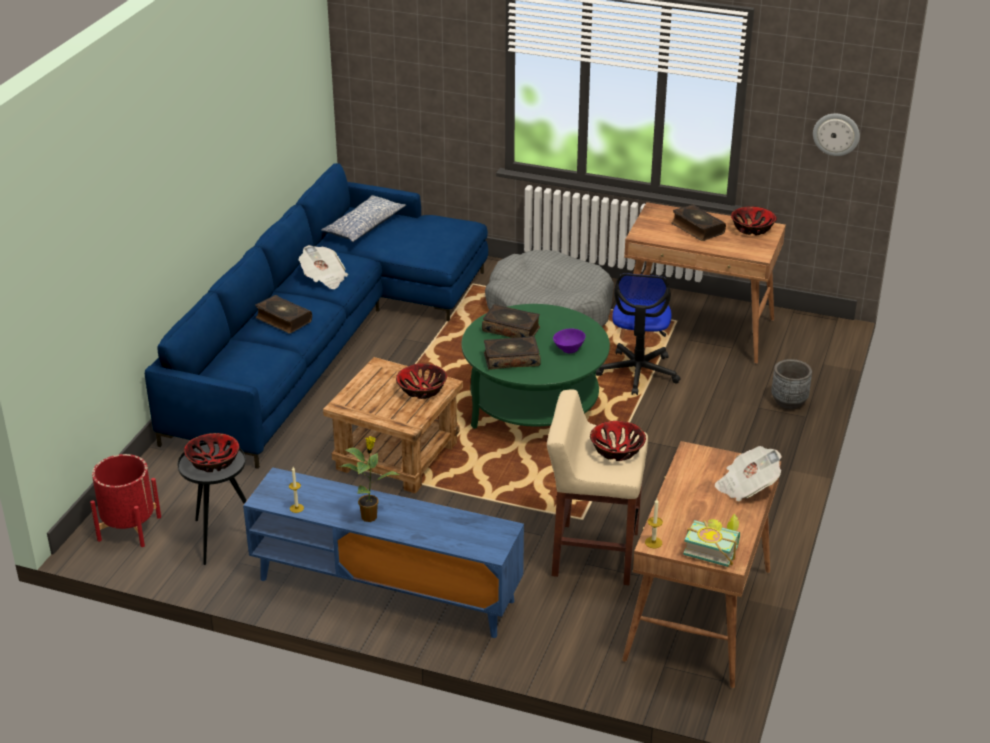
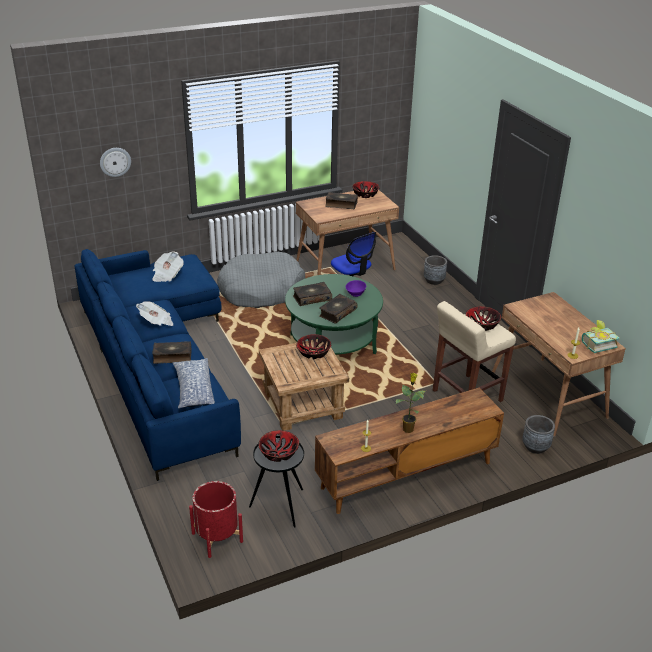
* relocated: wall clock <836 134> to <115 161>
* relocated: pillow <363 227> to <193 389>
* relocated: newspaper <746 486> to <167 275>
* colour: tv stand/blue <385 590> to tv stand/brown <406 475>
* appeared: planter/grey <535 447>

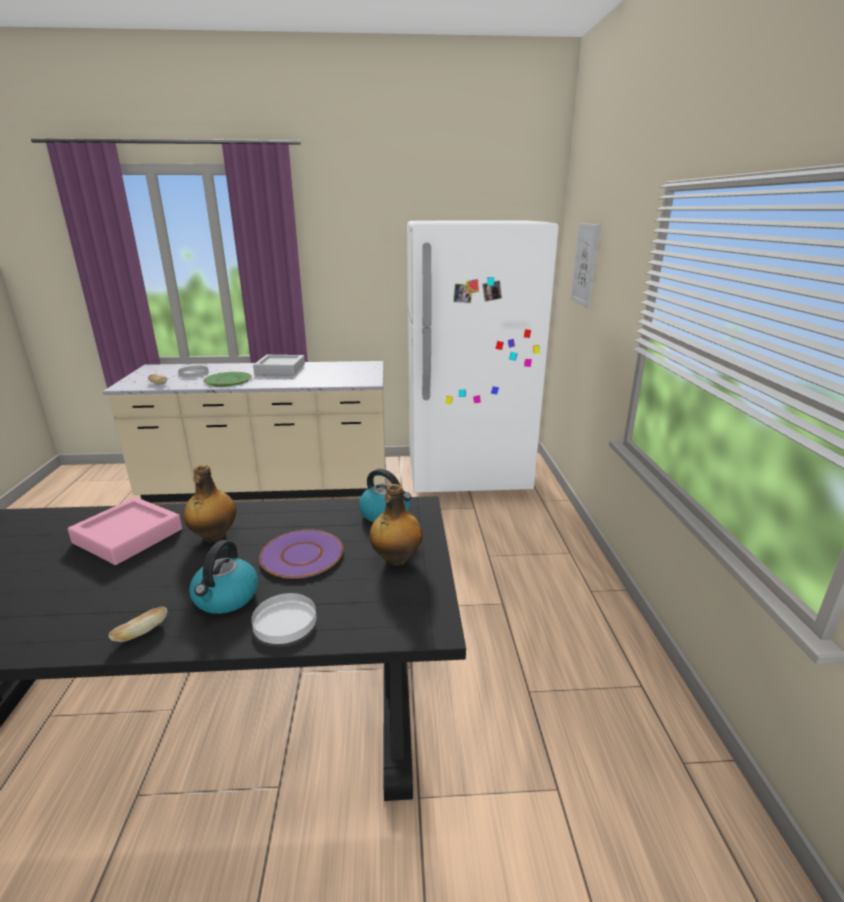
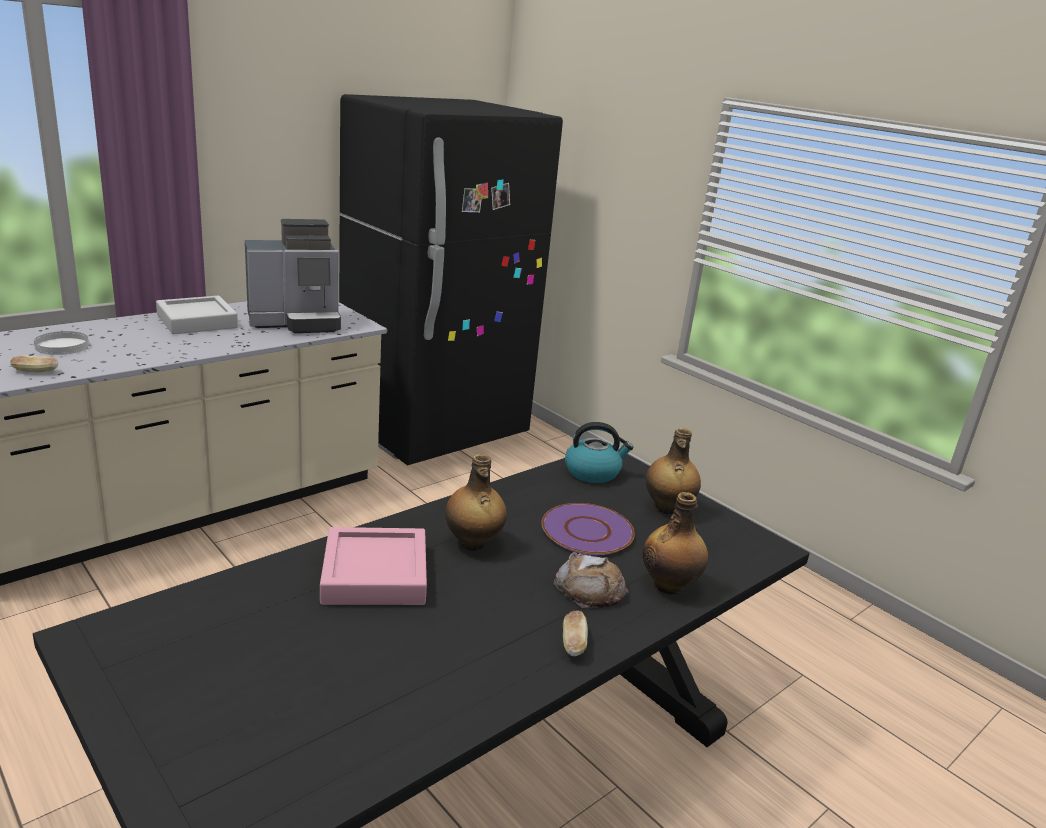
* colour: fridge/white <467 474> to fridge/black <434 430>
* missing: picture <585 264>
* missing: plate/green <228 380>
* exchanged: kettle <226 598> to bread <590 588>
* exchanged: plate/white <285 621> to bottle <669 585>
* appeared: coffee machine <296 322>

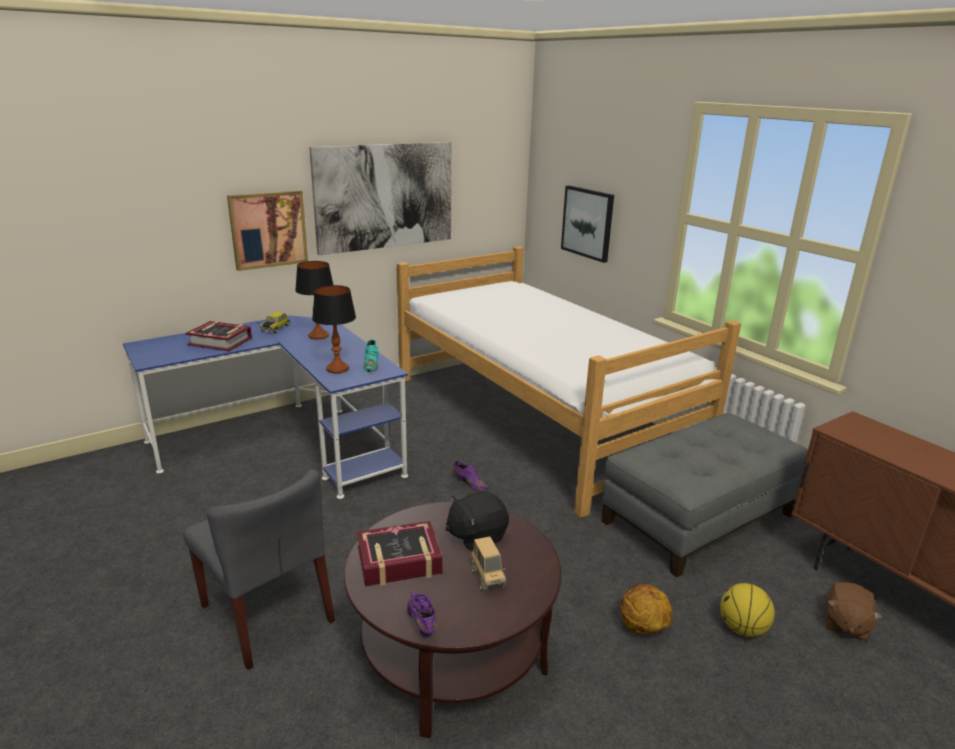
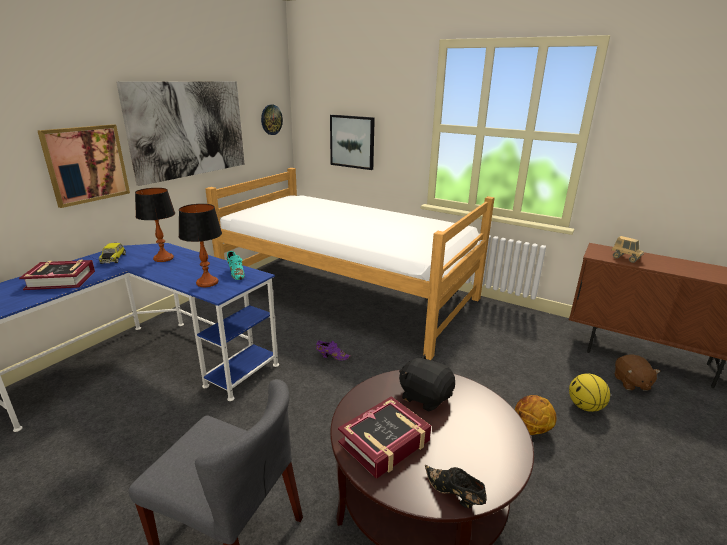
* missing: ottoman/grey <697 517>
* spun: plush toy/black <476 535> = <425 396> 90 degrees clockwise
* relocated: toy truck <487 579> to <625 258>
* colour: shoe/purple <421 623> to shoe/black <454 495>
* appeared: wall clock <271 119>

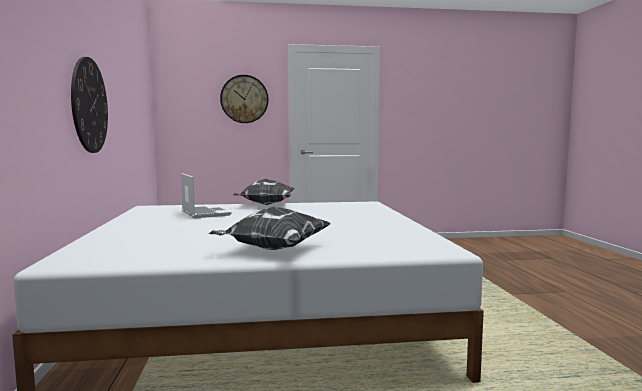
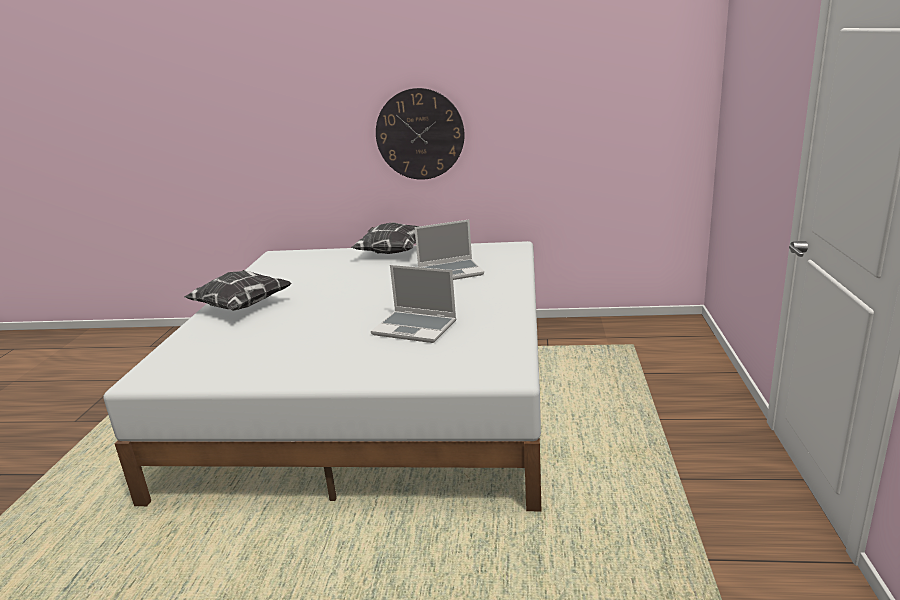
* missing: wall clock <244 99>
* relocated: pillow <265 205> to <392 252>
* appeared: laptop <416 328>

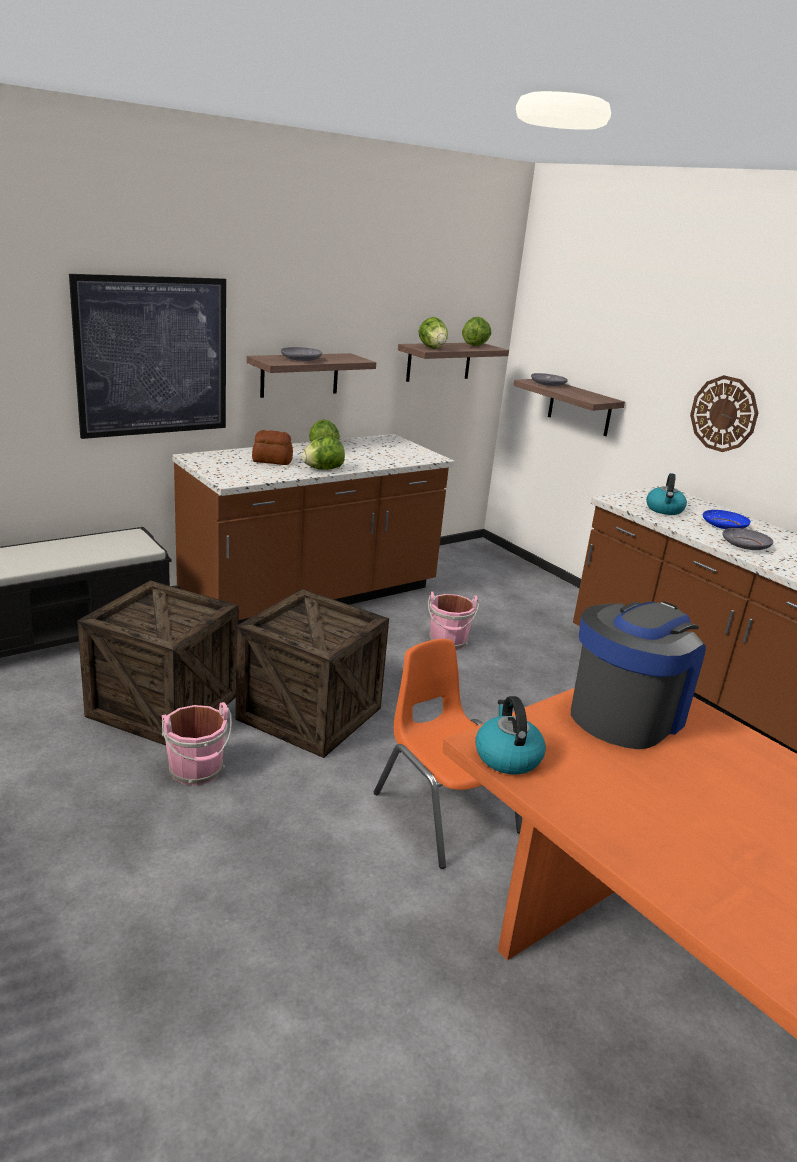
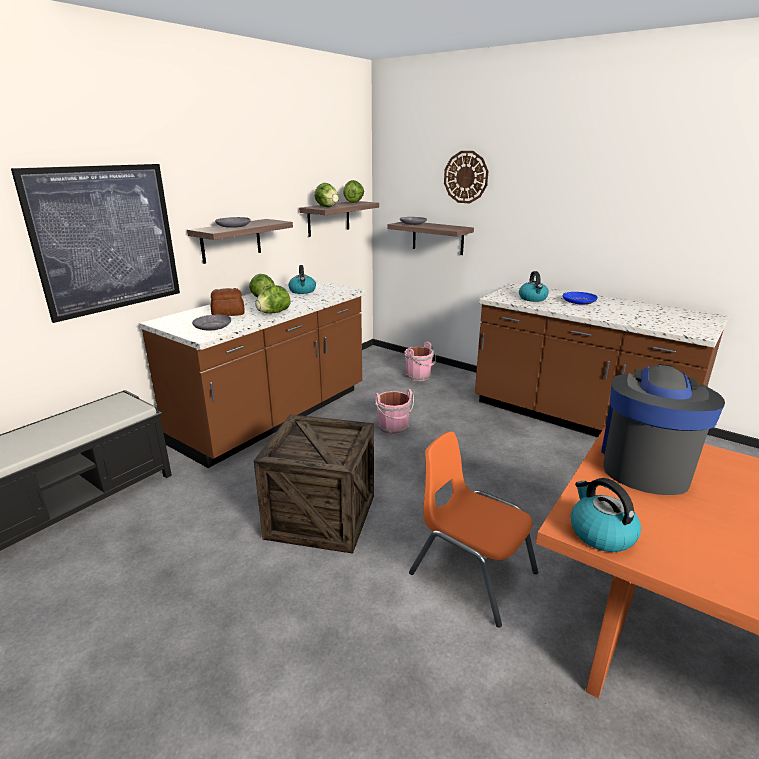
* relocated: wall clock <724 414> to <466 177>
* relocated: plate/grey <745 545> to <212 327>
* missing: crate <163 706>
* relocated: bucket/pink <197 770> to <419 376>
* appeared: kettle <302 291>

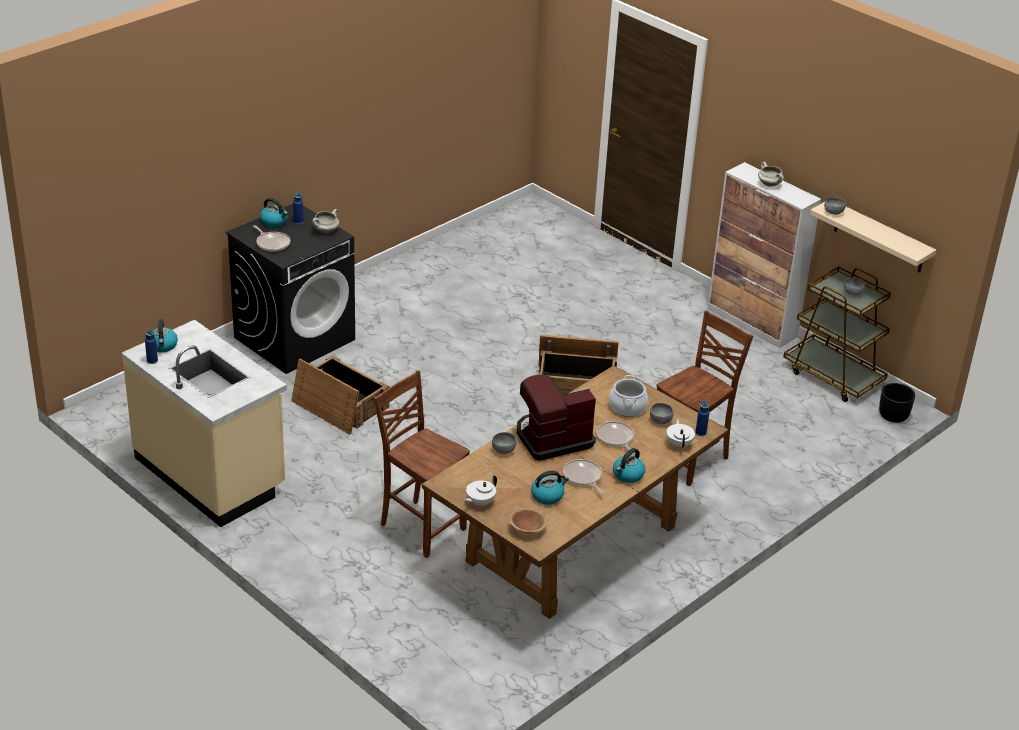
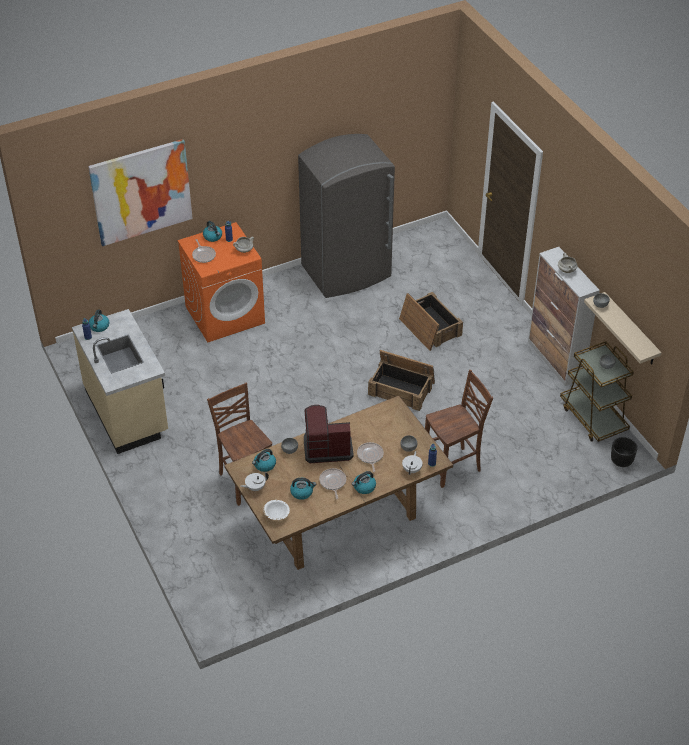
* colour: washing machine/black <295 338> to washing machine/orange <225 314>
* relocated: crate <339 405> to <429 327>
* missing: cooking pot <627 407>
* colour: bowl/brown <527 528> to bowl/white <276 514>
* appeared: fridge/grey <347 272>
* appeared: picture <141 192>
* appeared: kettle <264 465>

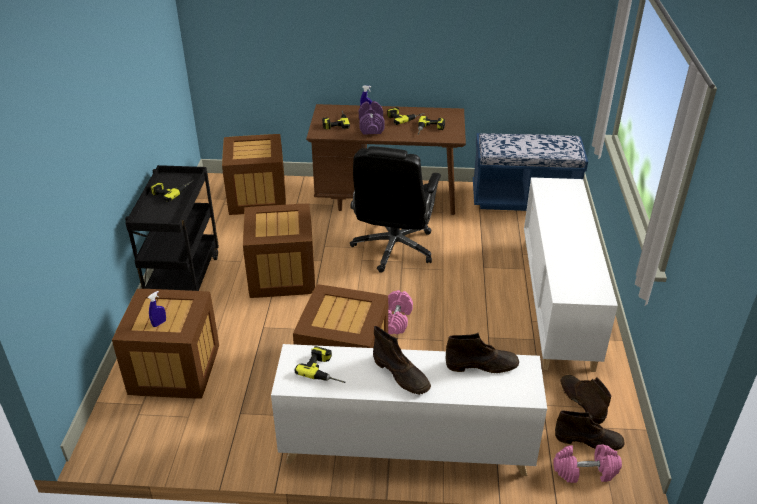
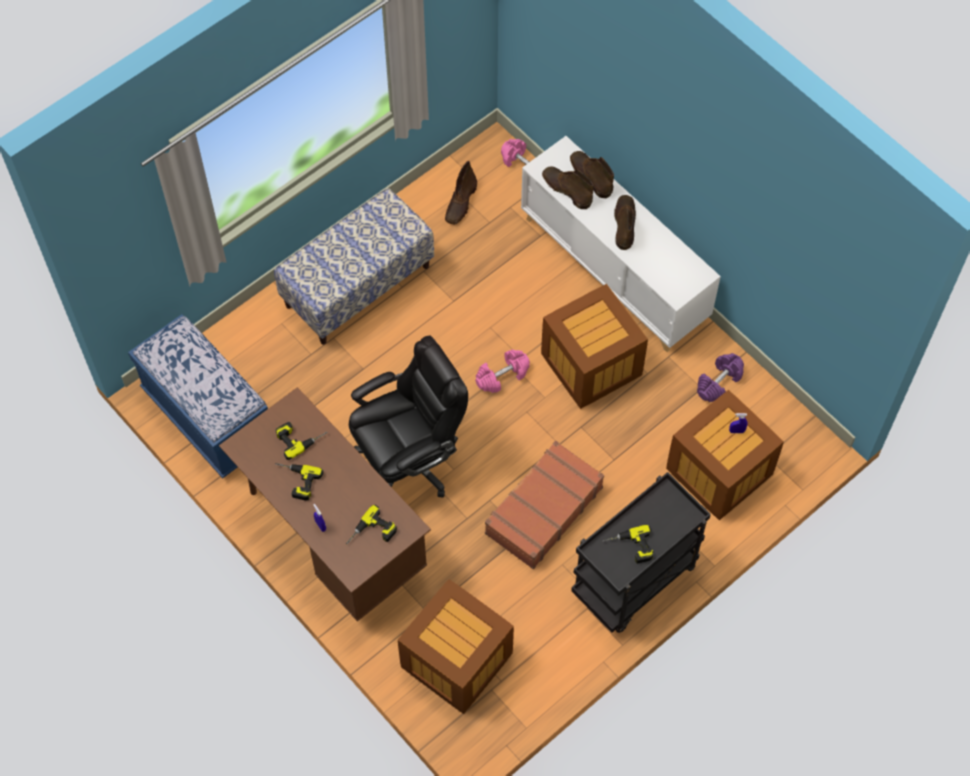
* relocated: dumbbell/purple <371 127> to <719 382>
* exchanged: cabinet/white <557 302> to bench <357 285>
* exchanged: crate <282 275> to suitcase/brown <543 510>
* missing: power drill <326 369>
* relocated: boot/brown <589 440> to <590 176>

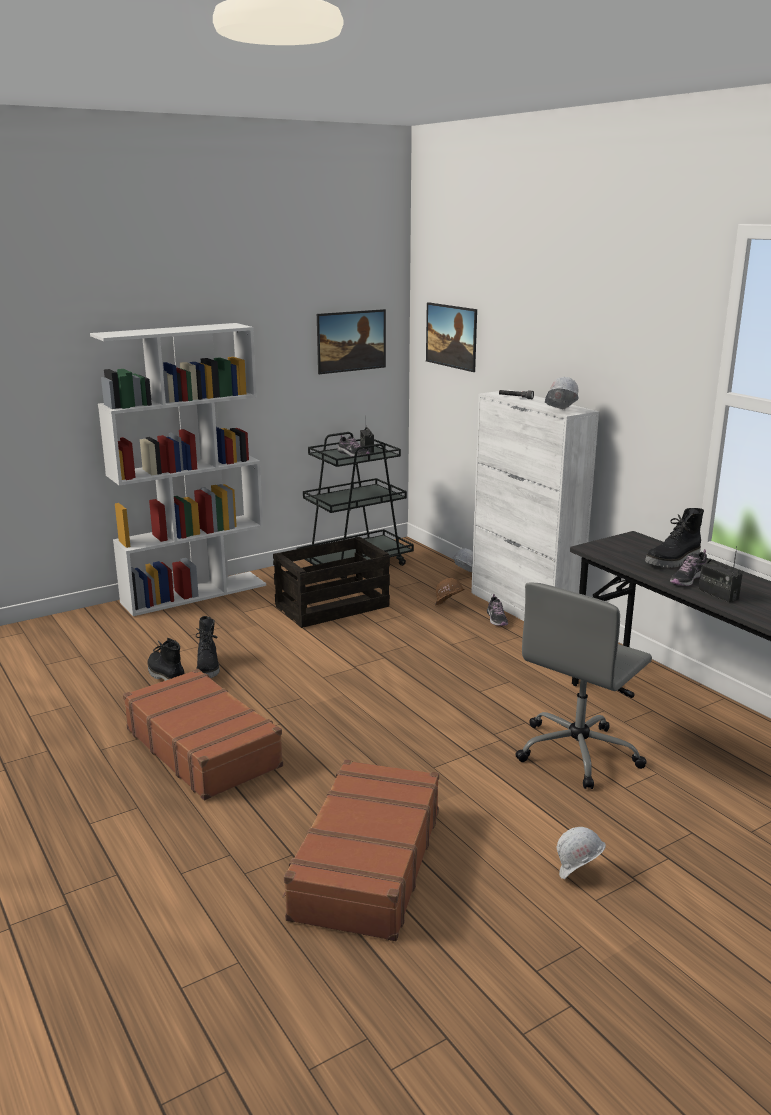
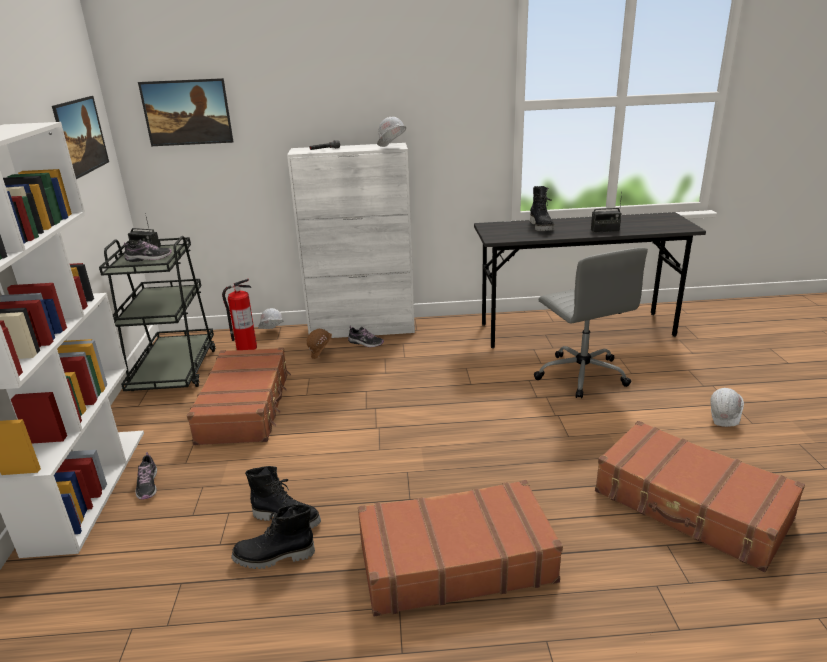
* exchanged: crate <333 606> to suitcase/brown <246 407>
* relocated: shoe <688 579> to <148 485>
* appeared: fire extinguisher <246 348>

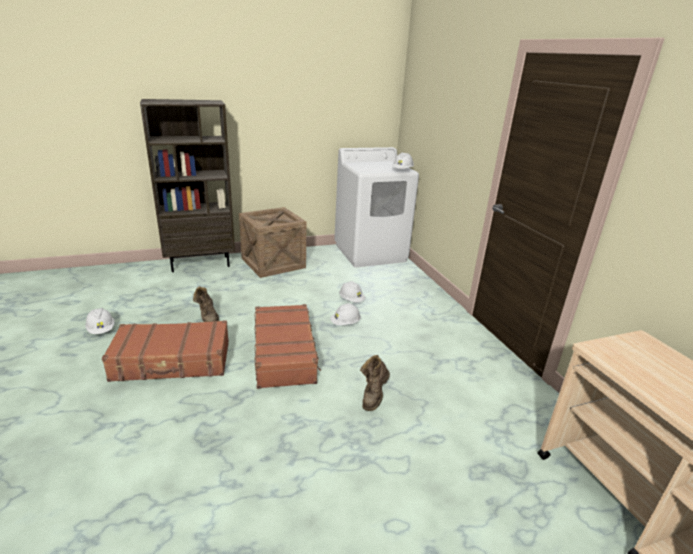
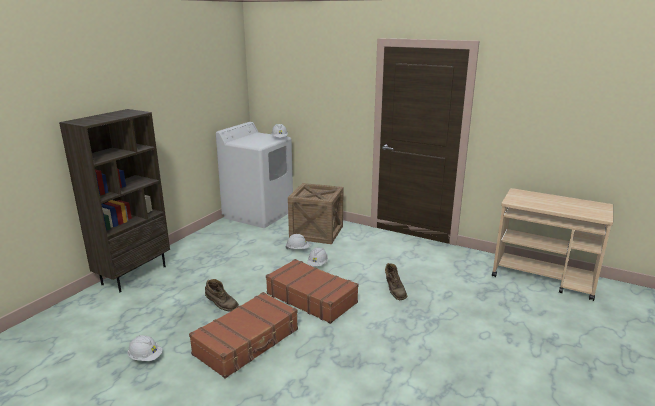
* relocated: crate <273 263> to <316 232>

